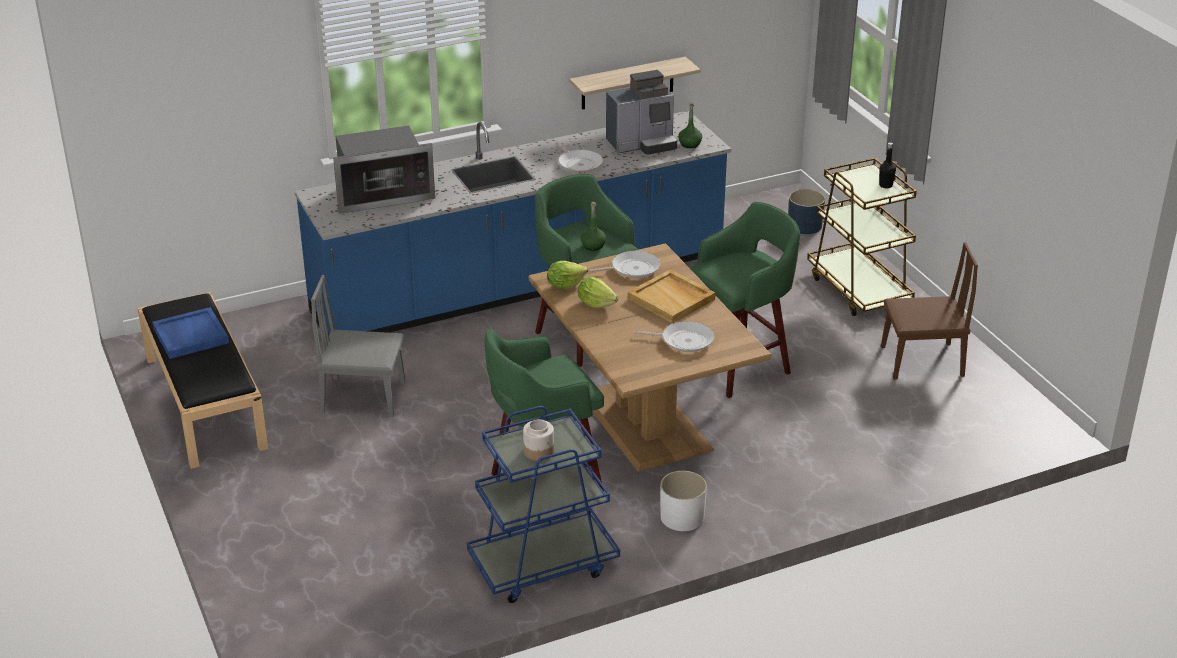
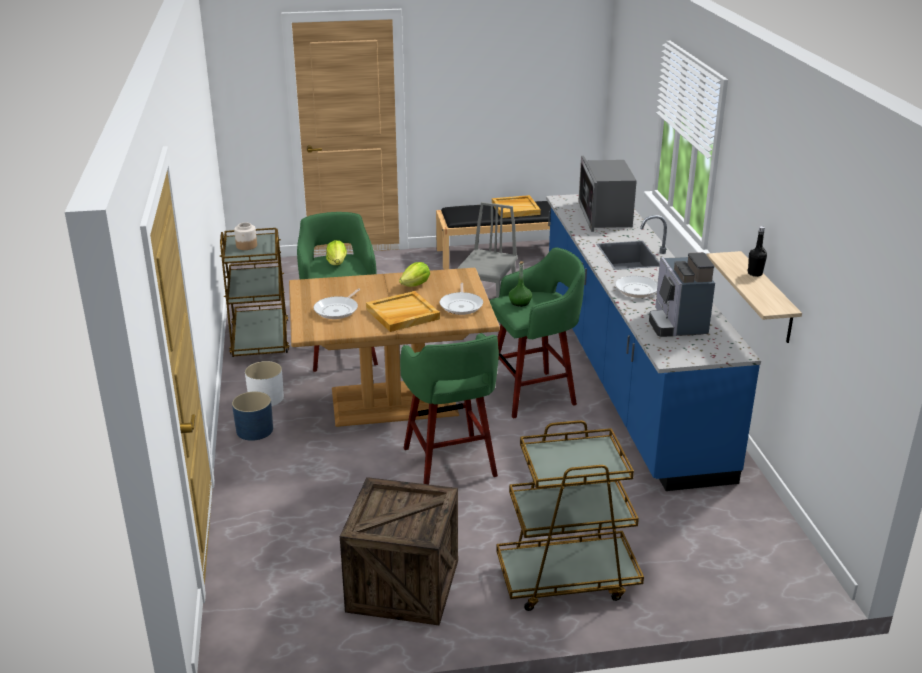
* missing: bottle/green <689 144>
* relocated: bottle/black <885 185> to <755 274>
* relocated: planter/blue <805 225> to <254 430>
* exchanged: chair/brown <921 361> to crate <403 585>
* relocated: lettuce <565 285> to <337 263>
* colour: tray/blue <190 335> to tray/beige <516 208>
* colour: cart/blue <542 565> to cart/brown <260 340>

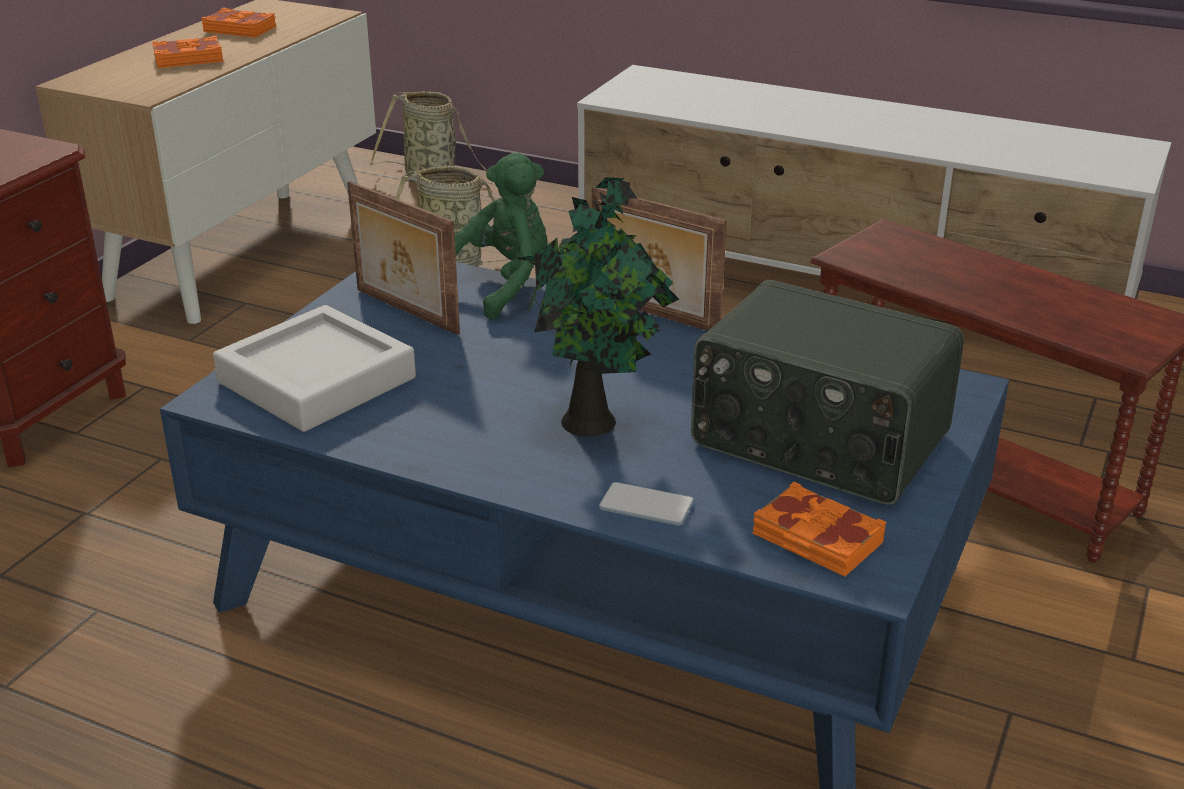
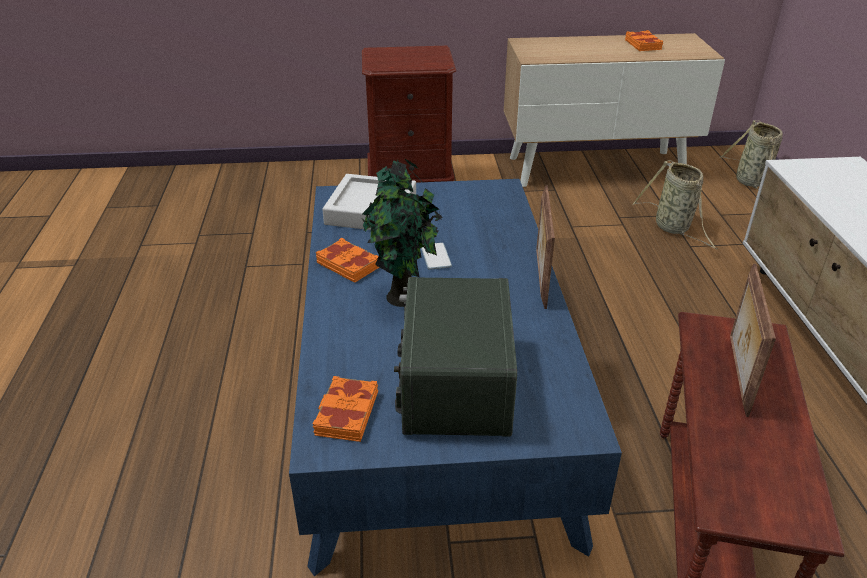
* relocated: book/orange <188 59> to <349 264>
* missing: plush toy/green <501 286>
* relocated: picture frame <405 312> to <737 374>
* relocated: phone <646 506> to <435 257>

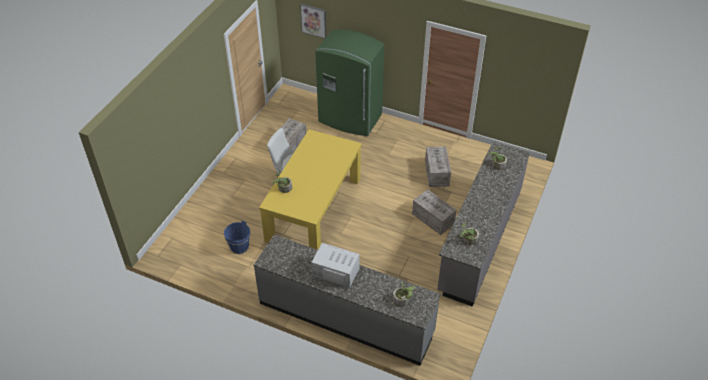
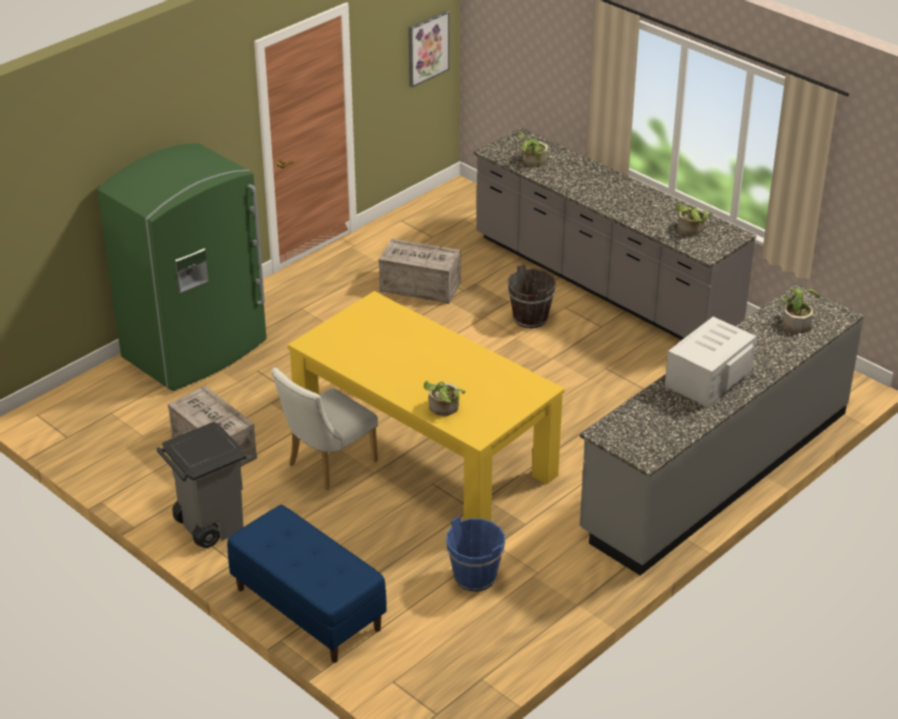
* relocated: picture <313 20> to <427 48>
* exchanged: crate <433 219> to bucket/brown <530 318>
* appeared: trash can/grey <208 525>
* appeared: bench/blue <307 609>

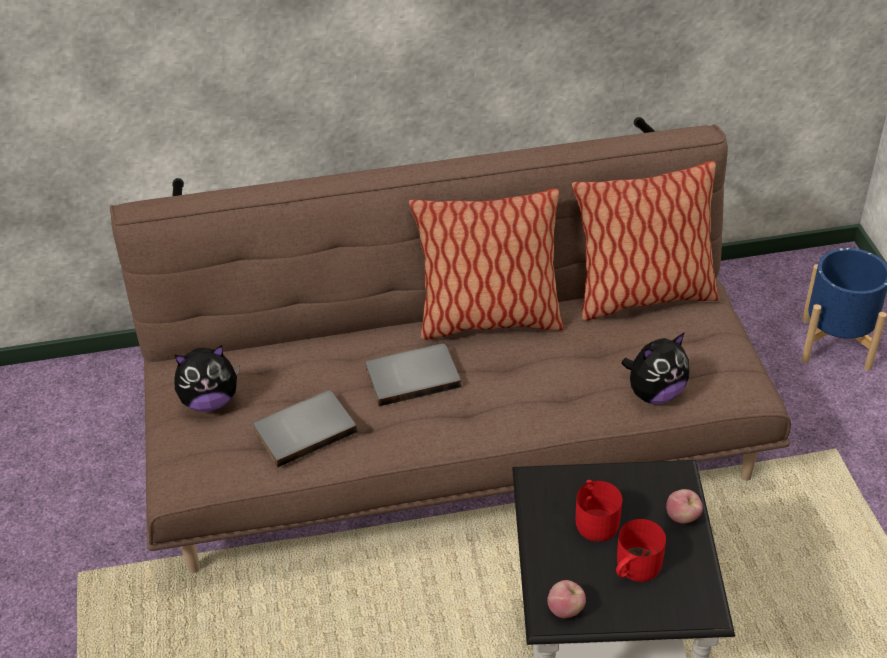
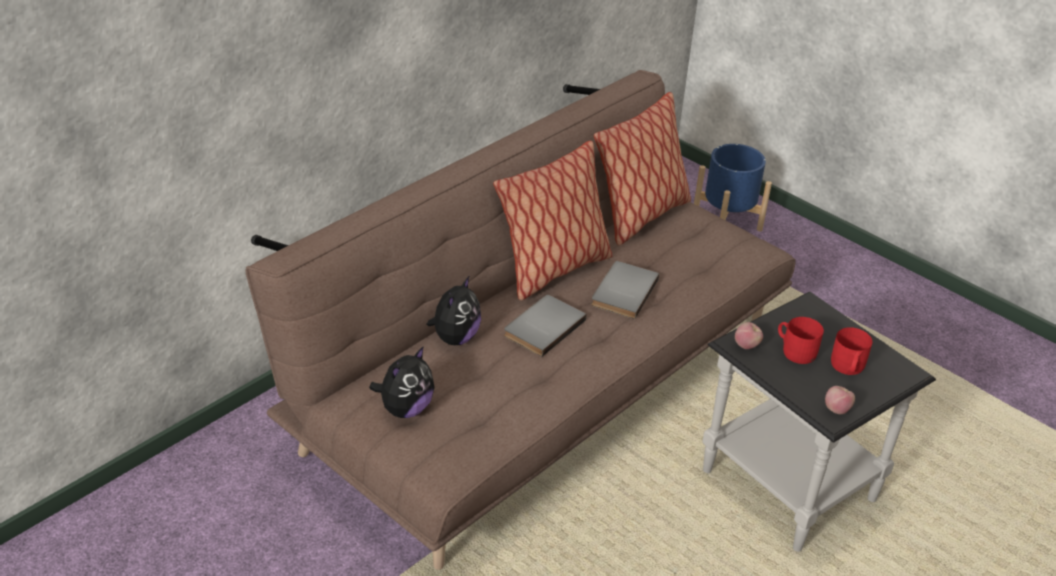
* relocated: plush toy <654 393> to <454 338>
* relocated: book/grey <303 429> to <622 291>
* relocated: apple <682 517> to <746 345>

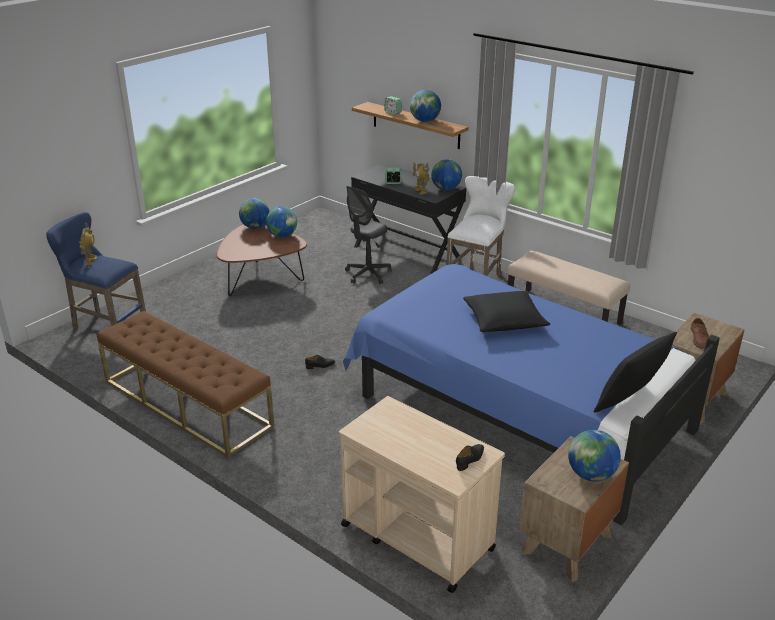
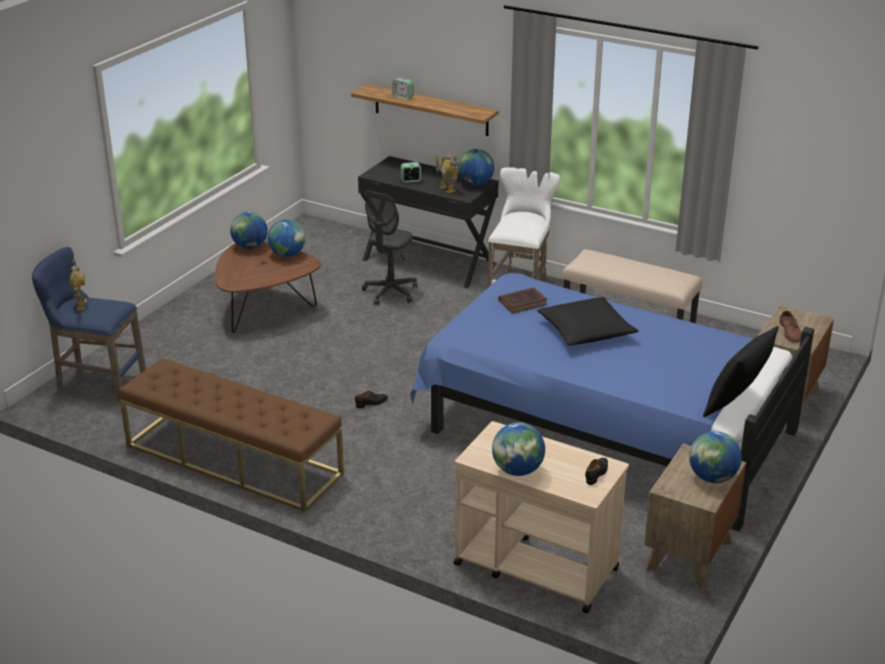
* relocated: globe <425 121> to <517 470>
* appeared: book/brown <523 302>

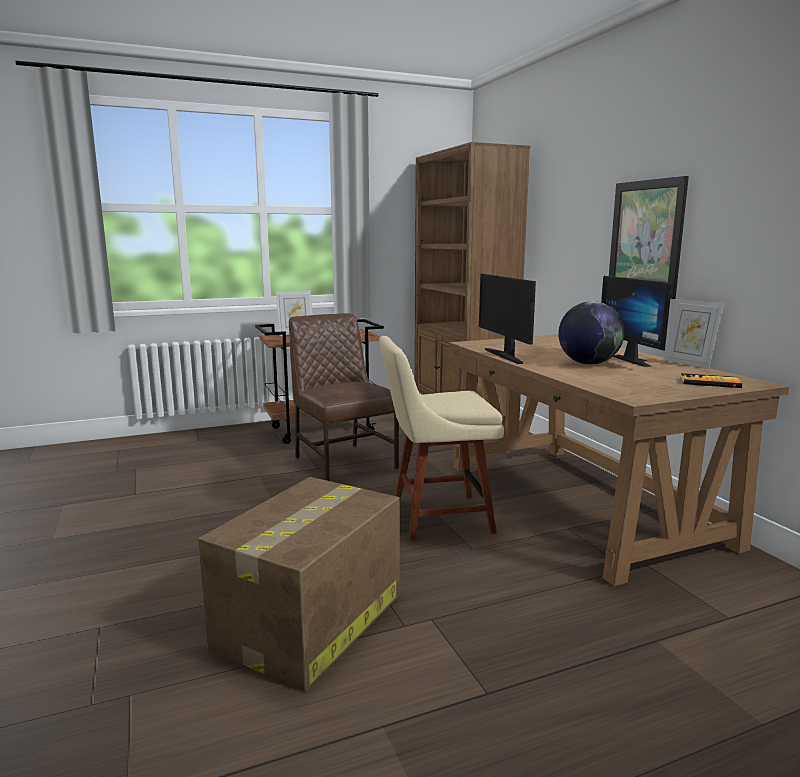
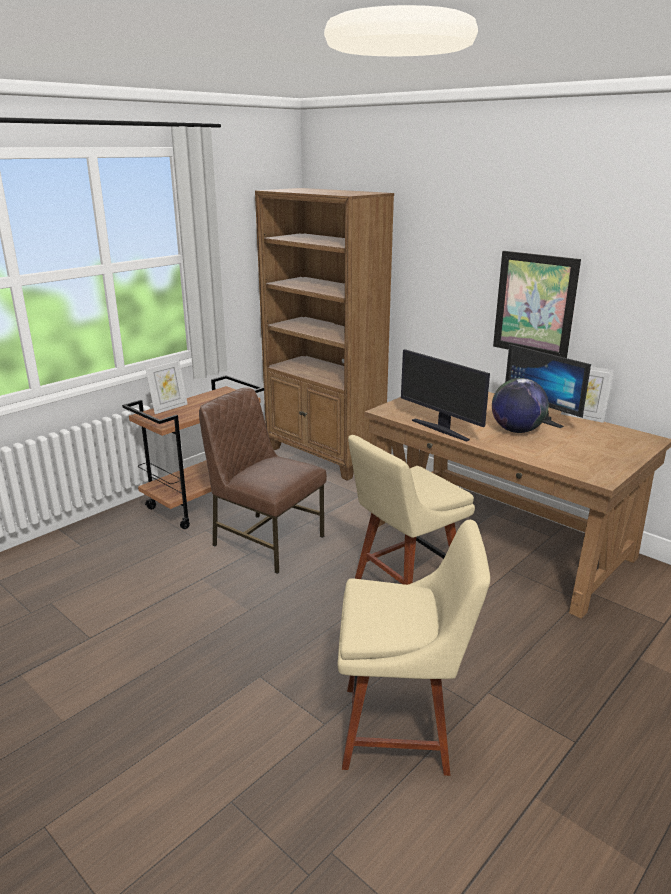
* missing: book <710 382>
* exchanged: cardboard box <308 622> to chair/beige <403 729>

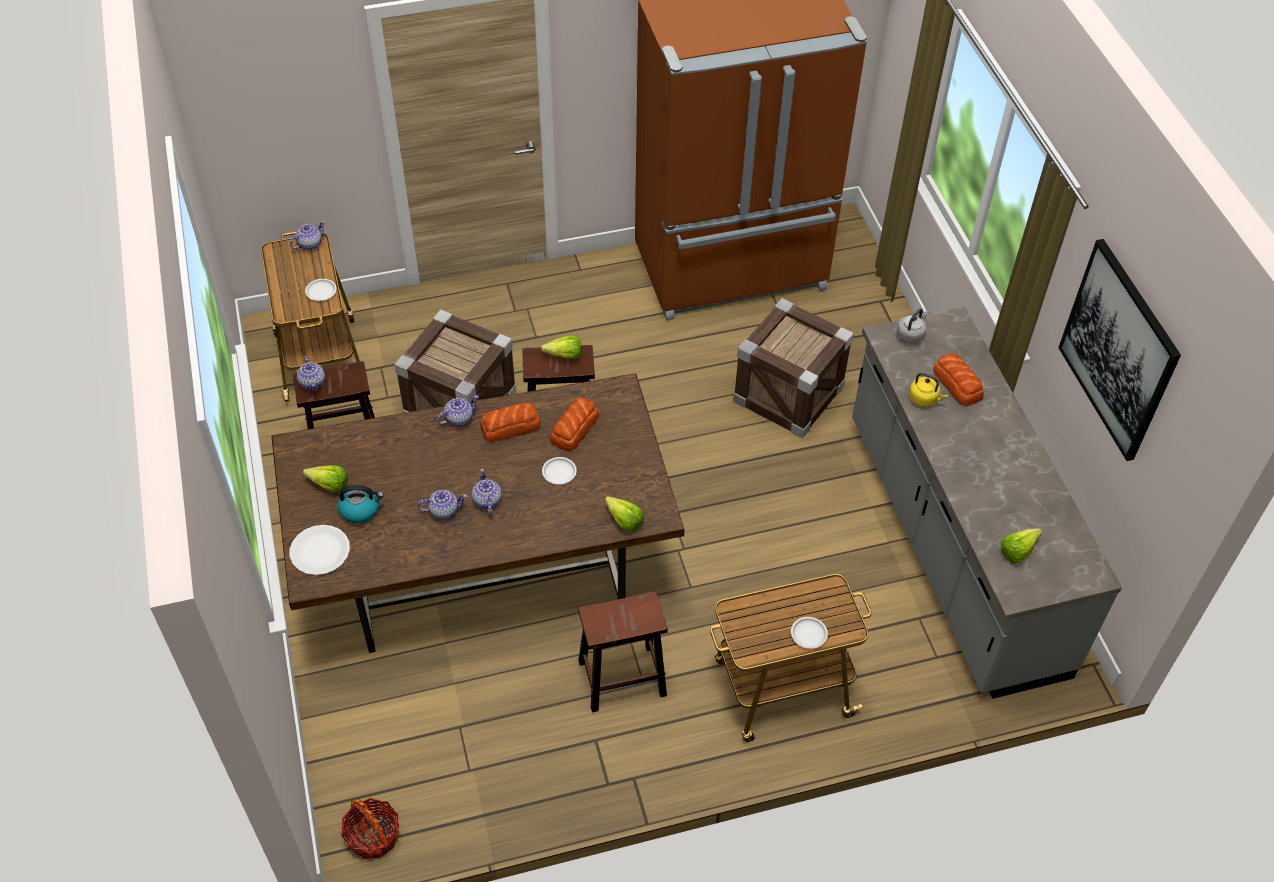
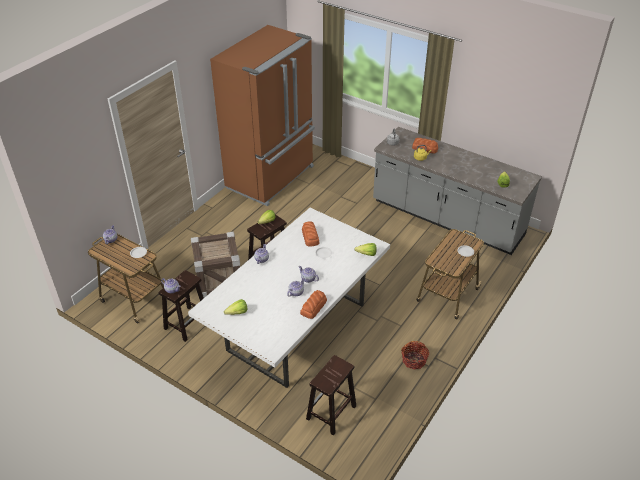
* missing: picture <1118 350>
* missing: crate <788 394>
* colour: dining table/brown <483 566> to dining table/white <295 328>
* relocated: bread <511 427> to <314 307>
* missing: kettle <360 509>
* missing: plate/white <320 551>
* relocated: stool/brown <620 678> to <331 413>
* relocated: basket <373 836> to <414 360>

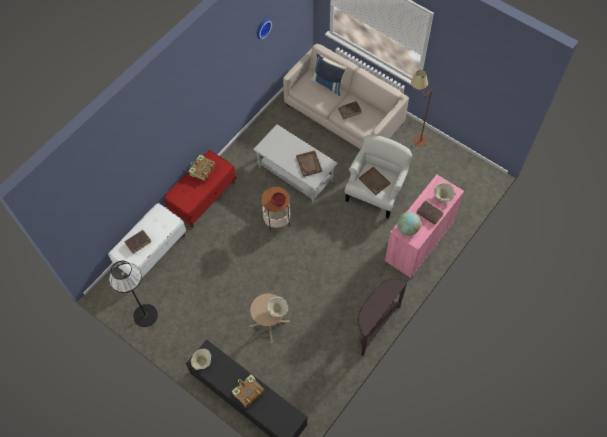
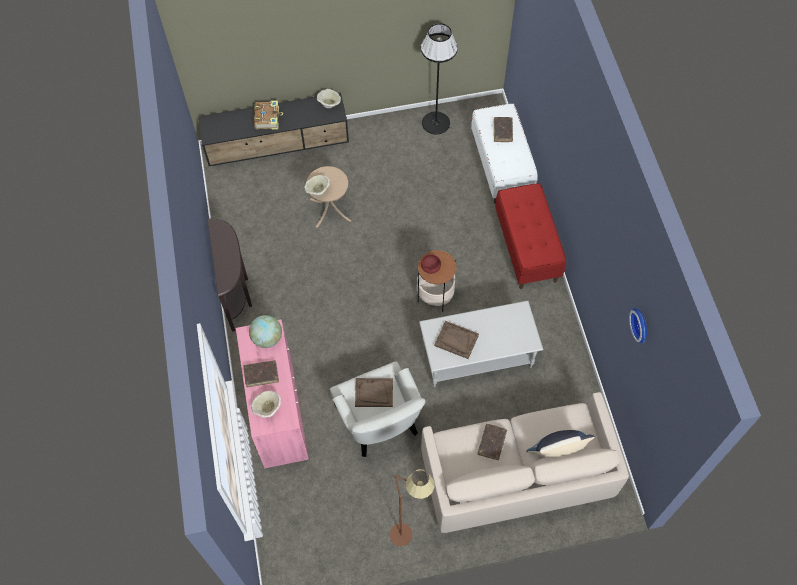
* missing: book <202 170>

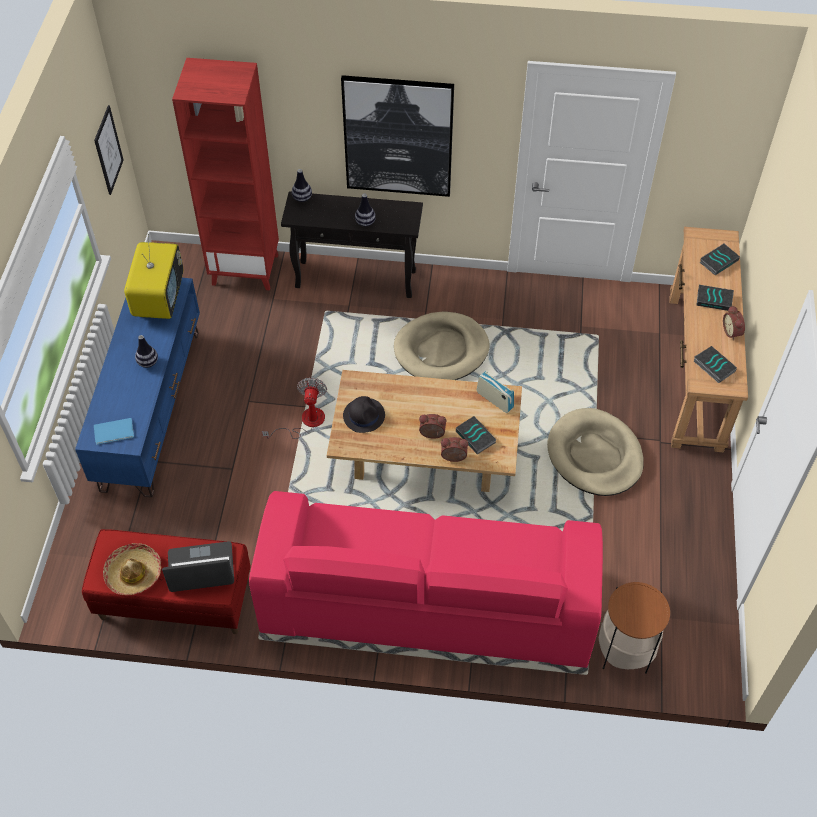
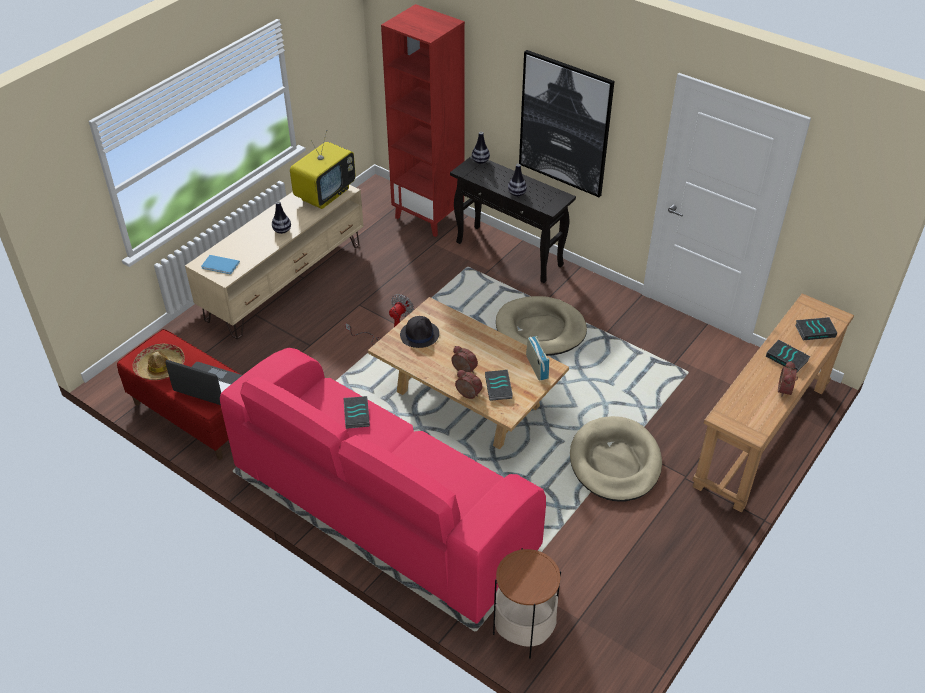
* missing: picture <108 150>
* colour: tv stand/blue <151 408> to tv stand/beige <285 281>
* relocated: book <713 366> to <356 414>

